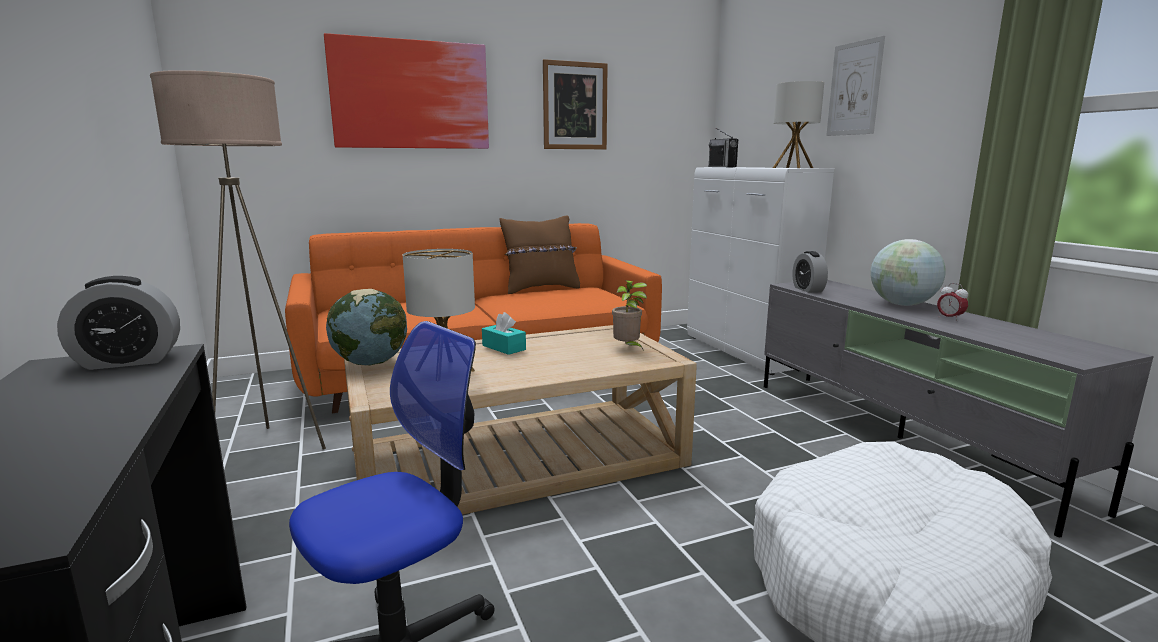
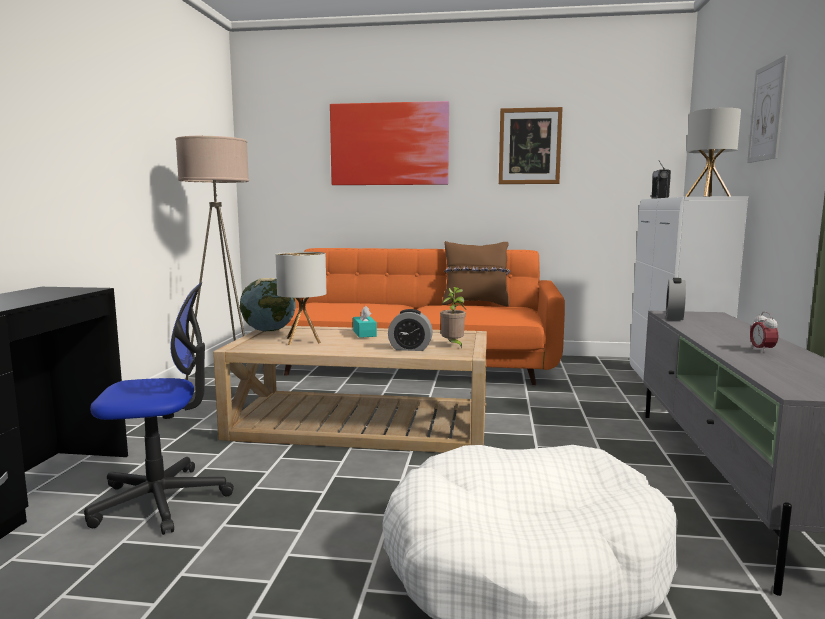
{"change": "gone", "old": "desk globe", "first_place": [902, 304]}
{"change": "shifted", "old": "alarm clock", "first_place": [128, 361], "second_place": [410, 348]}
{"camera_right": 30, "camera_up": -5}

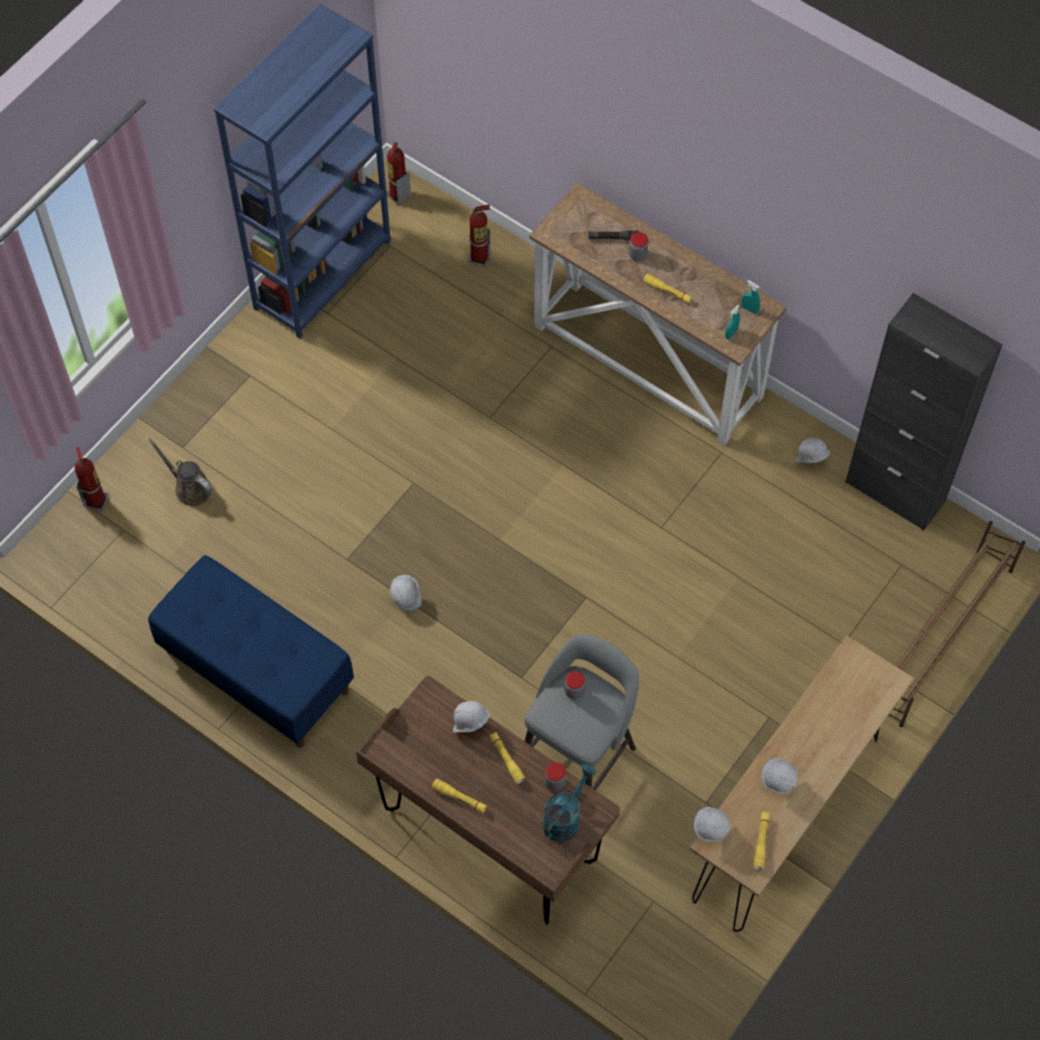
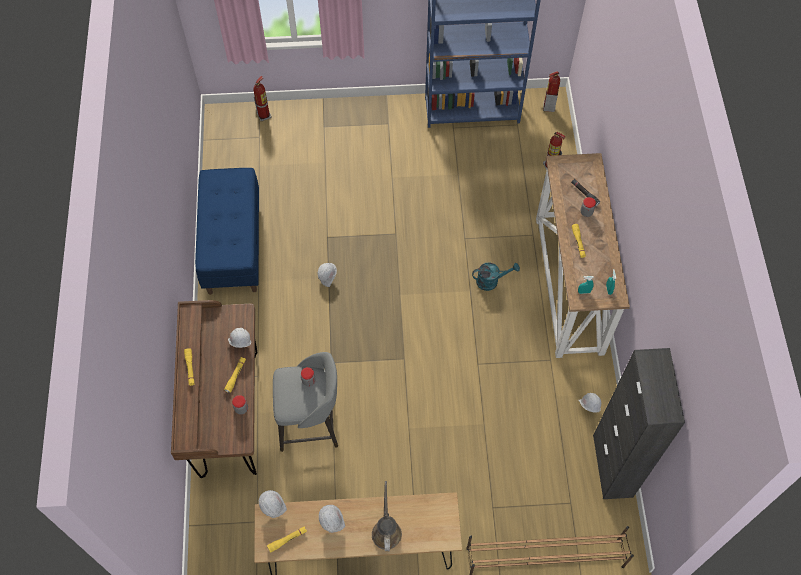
{"change": "shifted", "old": "brown watering pot", "first_place": [190, 488], "second_place": [386, 530]}
{"change": "shifted", "old": "turquoise watering pot", "first_place": [565, 817], "second_place": [491, 281]}
{"camera_right": 50, "camera_up": 0}

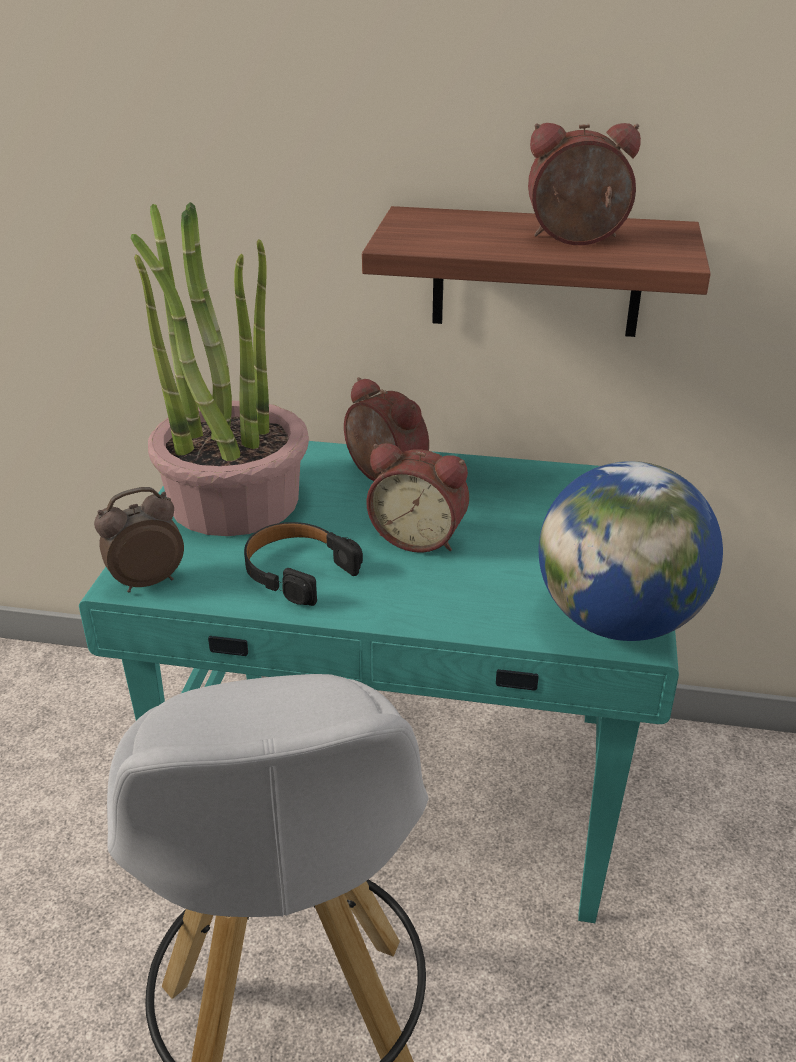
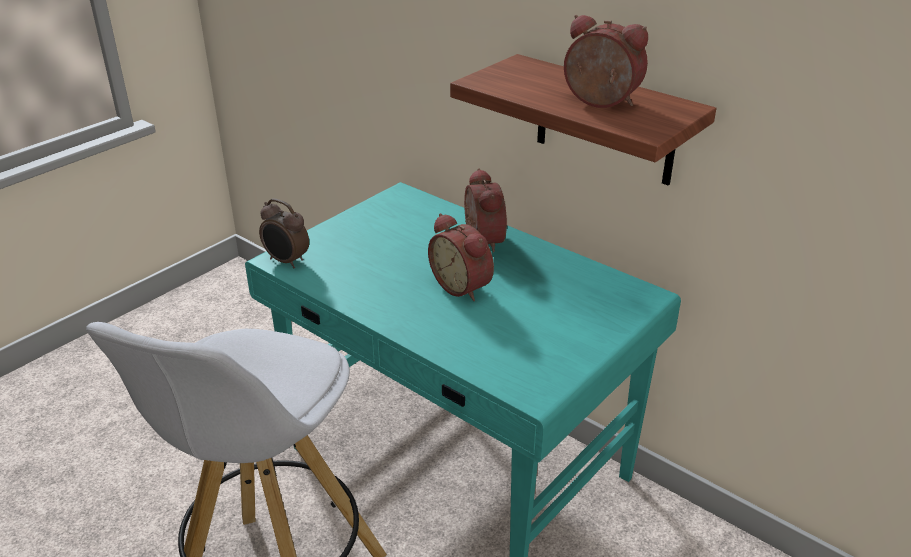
{"change": "gone", "old": "houseplant", "first_place": [233, 500]}
{"change": "gone", "old": "blackish headphones", "first_place": [298, 571]}
{"change": "gone", "old": "desk globe", "first_place": [617, 620]}
{"change": "rotated", "old": "alarm clock", "first_place": [146, 581], "second_place": [286, 261], "degrees": -150}
{"camera_right": 30, "camera_up": 0}

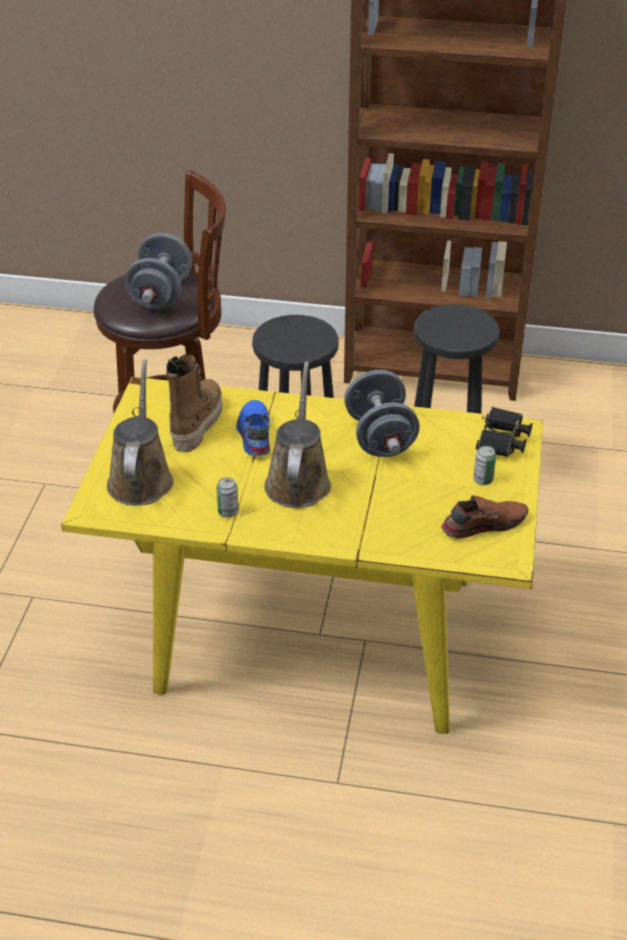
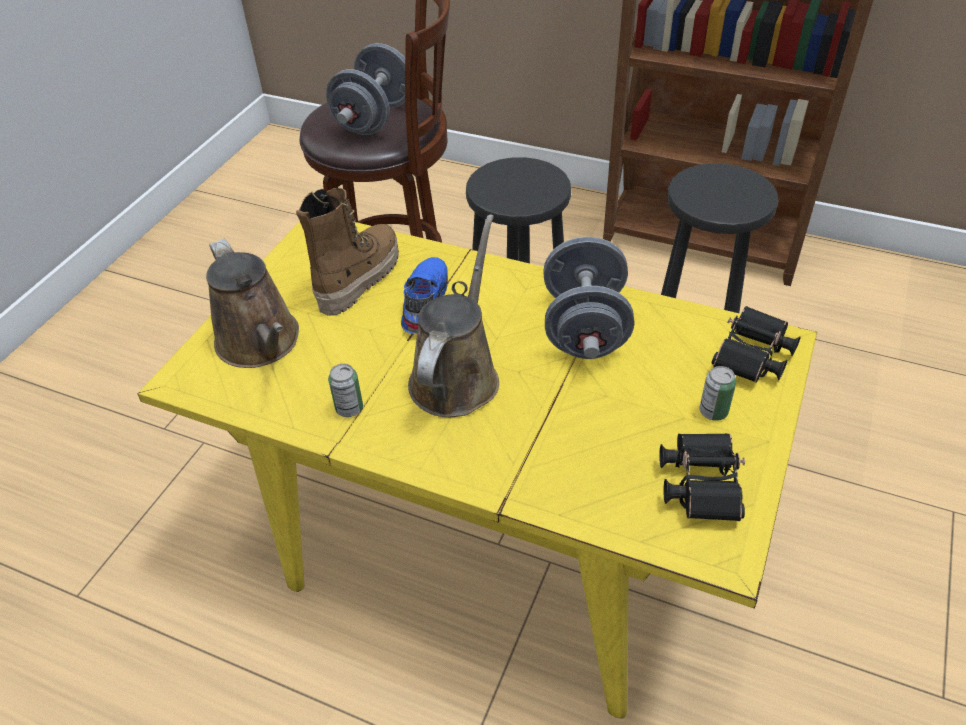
{"change": "swapped", "old": "brown item of footwear", "new": "blackish binoculars", "first_place": [483, 524], "second_place": [699, 483]}
{"change": "rotated", "old": "brown watering pot", "first_place": [141, 478], "second_place": [261, 343], "degrees": 135}
{"camera_right": 15, "camera_up": 5}

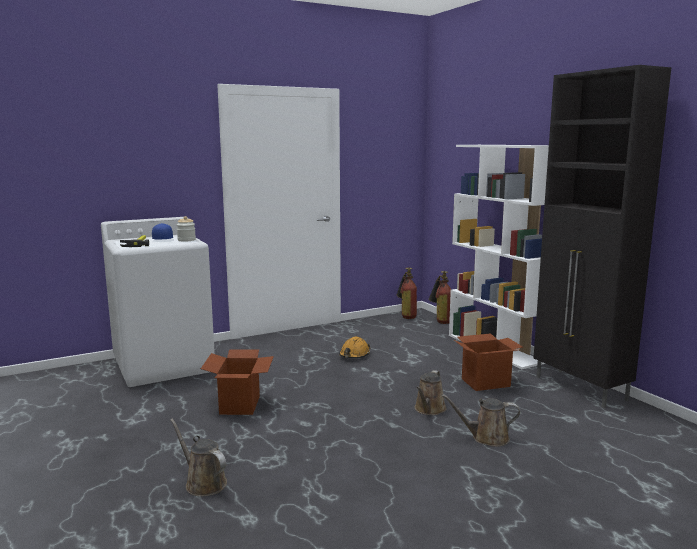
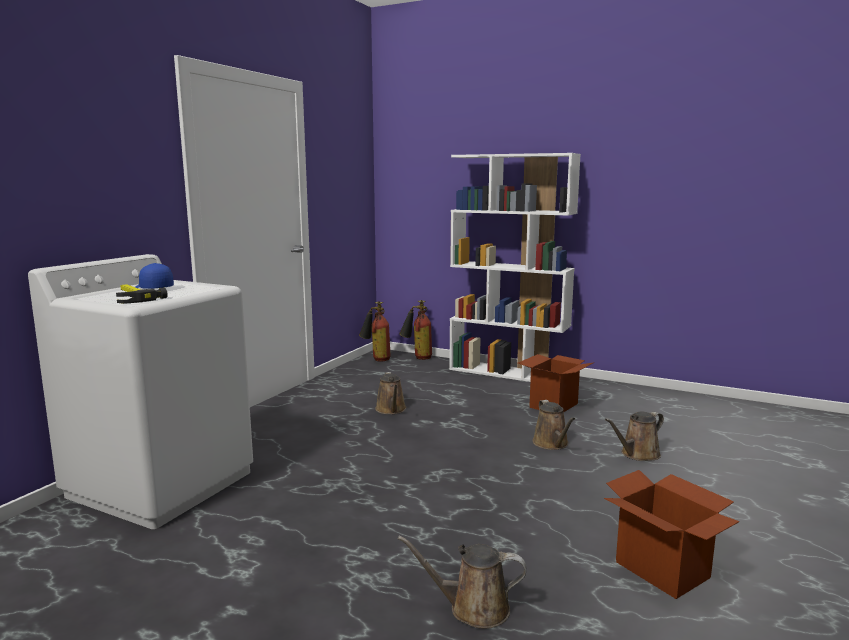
{"change": "gone", "old": "jar", "first_place": [186, 240]}
{"change": "gone", "old": "blackish storage cabinet", "first_place": [581, 388]}
{"change": "shifted", "old": "packing box", "first_place": [240, 405], "second_place": [662, 570]}
{"change": "swapped", "old": "orange-coloured hard hat", "new": "brown watering pot", "first_place": [354, 355], "second_place": [391, 410]}
{"camera_right": -35, "camera_up": 0}

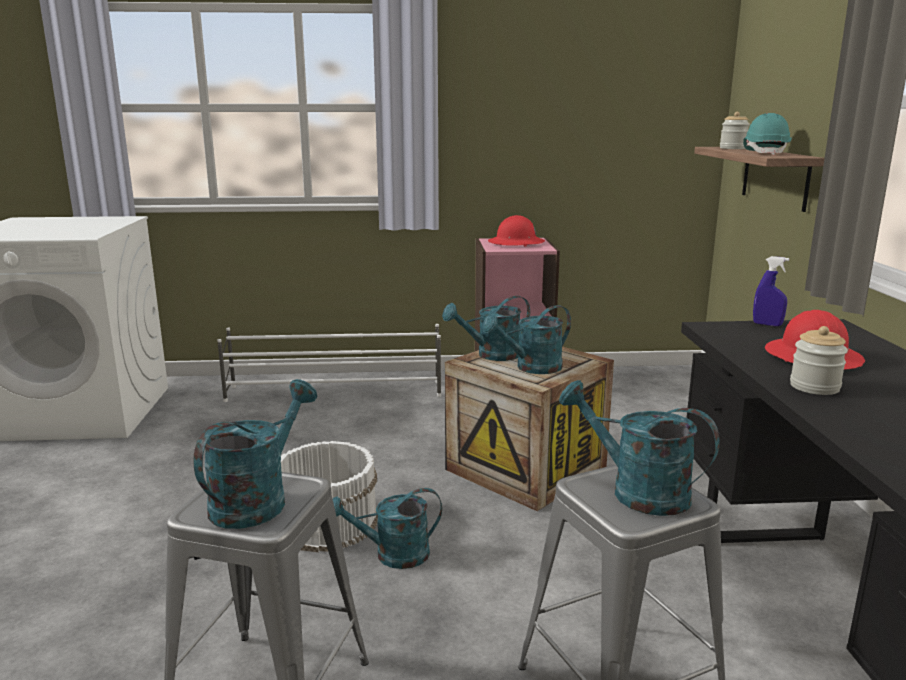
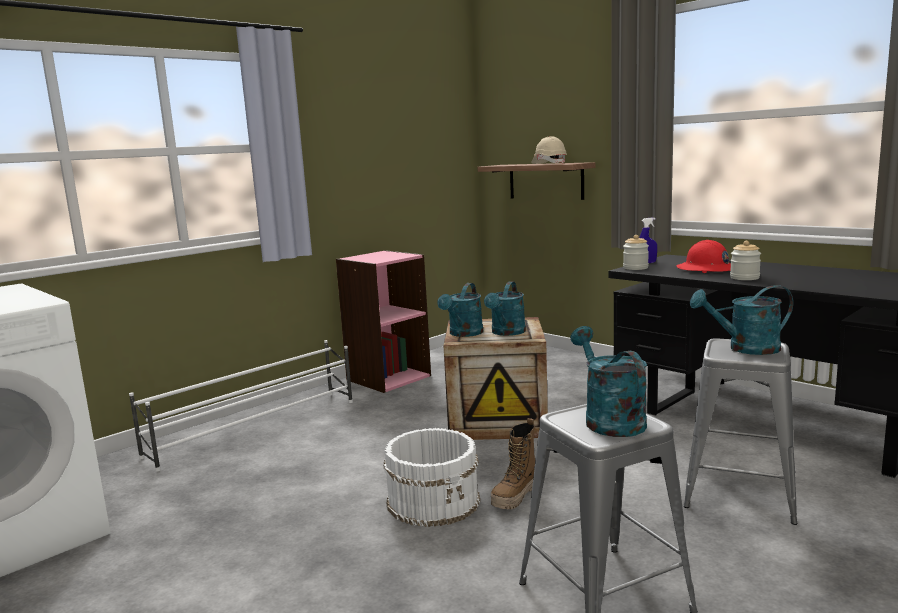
{"change": "gone", "old": "red-coloured hard hat", "first_place": [516, 243]}
{"change": "shifted", "old": "jar", "first_place": [733, 148], "second_place": [635, 268]}
{"change": "swapped", "old": "turquoise watering pot", "new": "high-top boot", "first_place": [392, 555], "second_place": [515, 496]}
{"change": "repainted", "old": "turquoise hard hat", "new": "beige-coloured hard hat", "first_place": [765, 153], "second_place": [549, 163]}
{"camera_right": -40, "camera_up": -5}

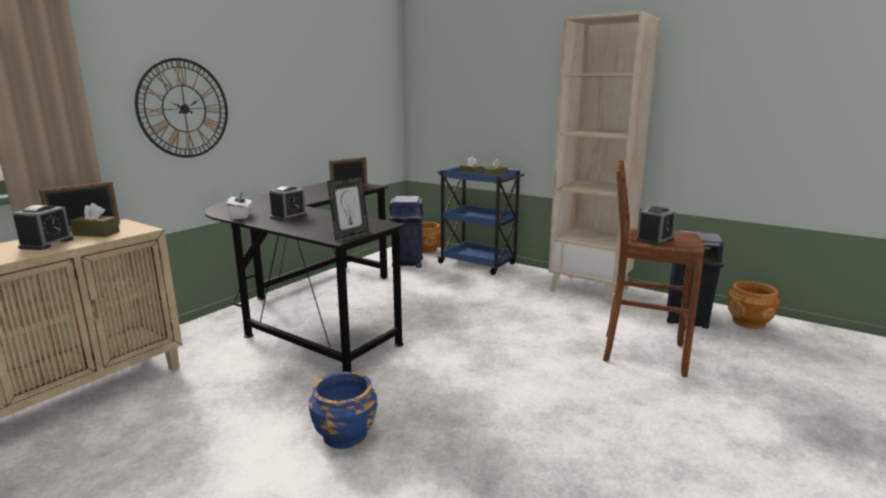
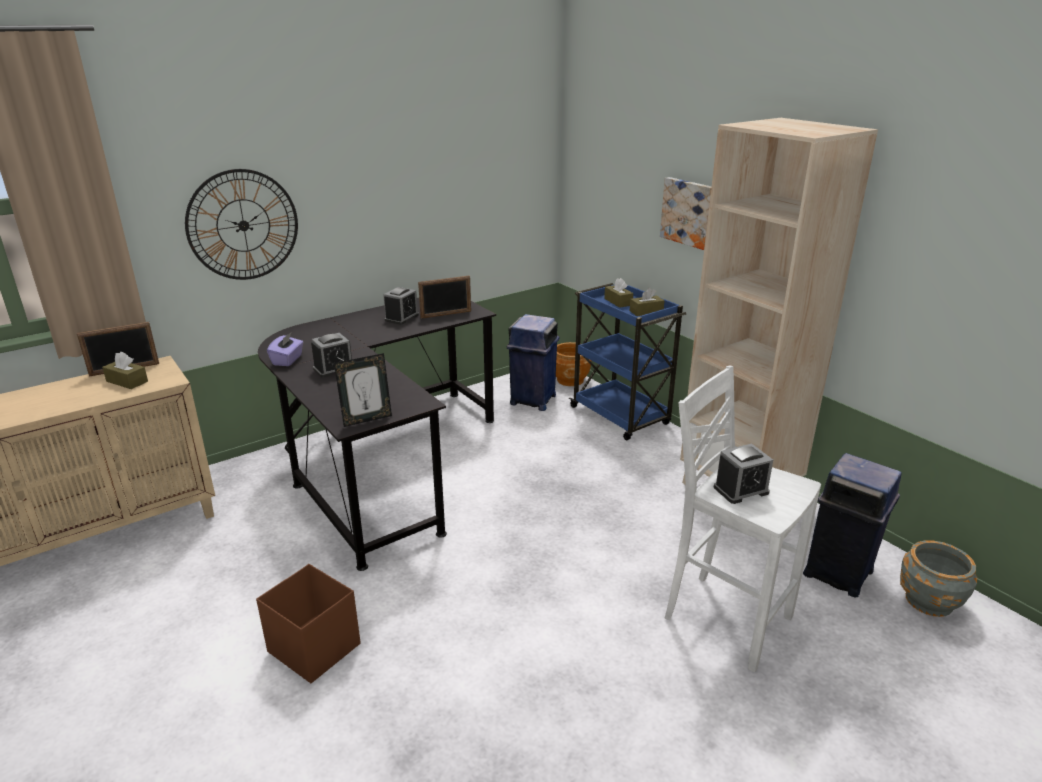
{"change": "new", "new": "wall art", "second_place": [688, 212]}
{"change": "shifted", "old": "alarm clock", "first_place": [46, 243], "second_place": [401, 318]}
{"change": "swapped", "old": "bluish plant pot", "new": "brown storage box", "first_place": [344, 434], "second_place": [314, 647]}
{"change": "repainted", "old": "white-coloured tissue holder", "new": "purplish tissue holder", "first_place": [241, 216], "second_place": [287, 360]}
{"change": "repainted", "old": "brown stool seat", "new": "white-coloured stool seat", "first_place": [641, 353], "second_place": [724, 617]}
{"change": "repainted", "old": "brown plant pot", "new": "greyish plant pot", "first_place": [748, 322], "second_place": [929, 601]}
{"camera_right": 20, "camera_up": 10}

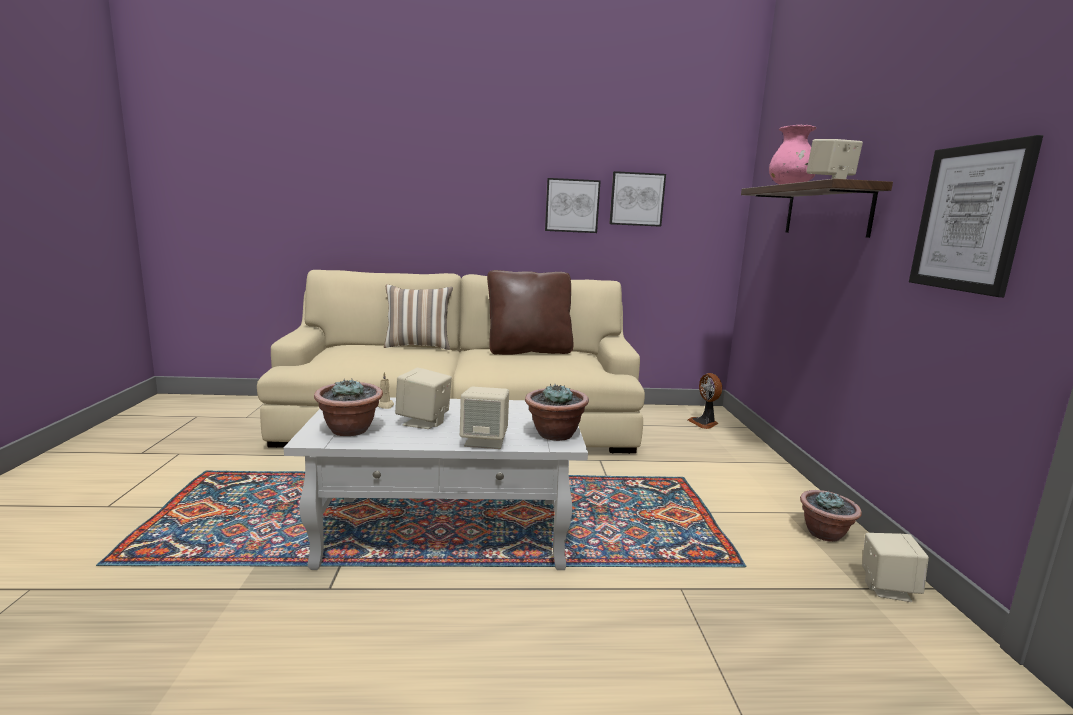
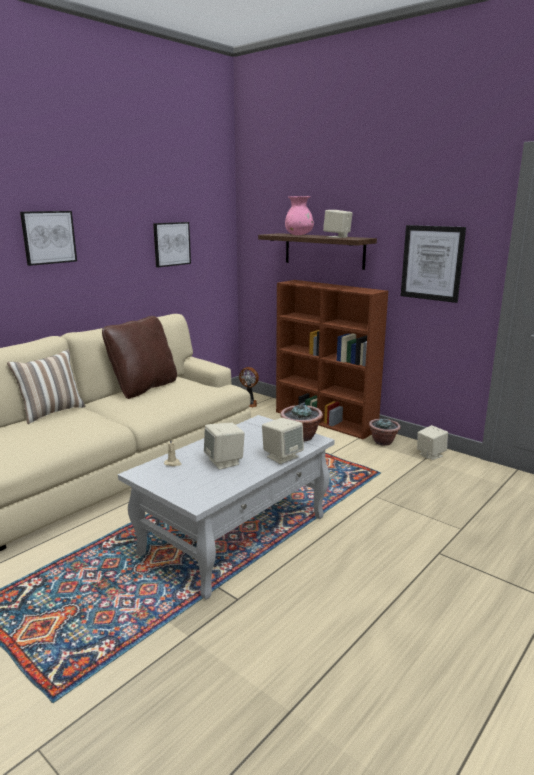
{"change": "gone", "old": "houseplant", "first_place": [350, 430]}
{"change": "new", "new": "brown bookshelf", "second_place": [326, 421]}
{"change": "shifted", "old": "wall art", "first_place": [572, 205], "second_place": [48, 237]}
{"camera_right": -45, "camera_up": 5}

